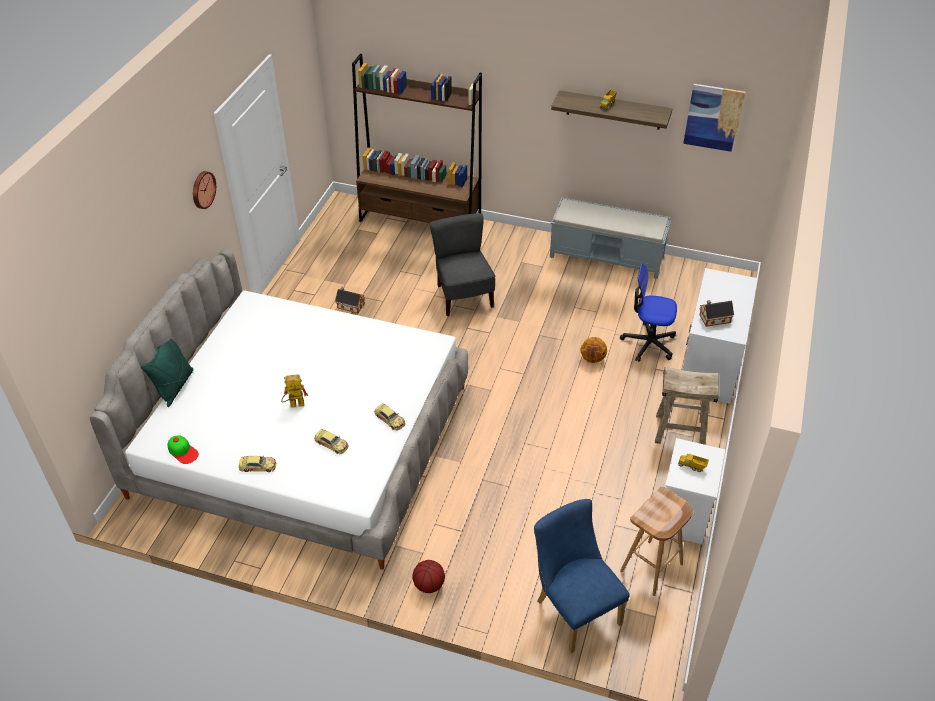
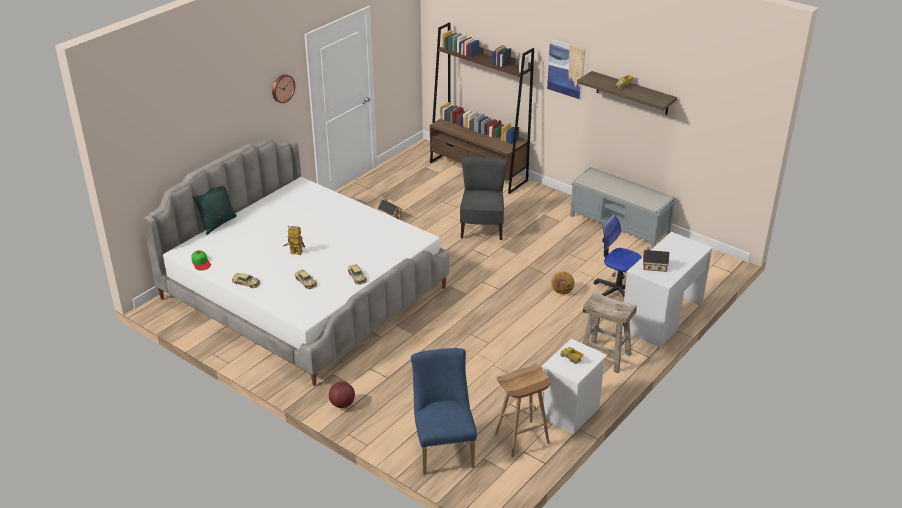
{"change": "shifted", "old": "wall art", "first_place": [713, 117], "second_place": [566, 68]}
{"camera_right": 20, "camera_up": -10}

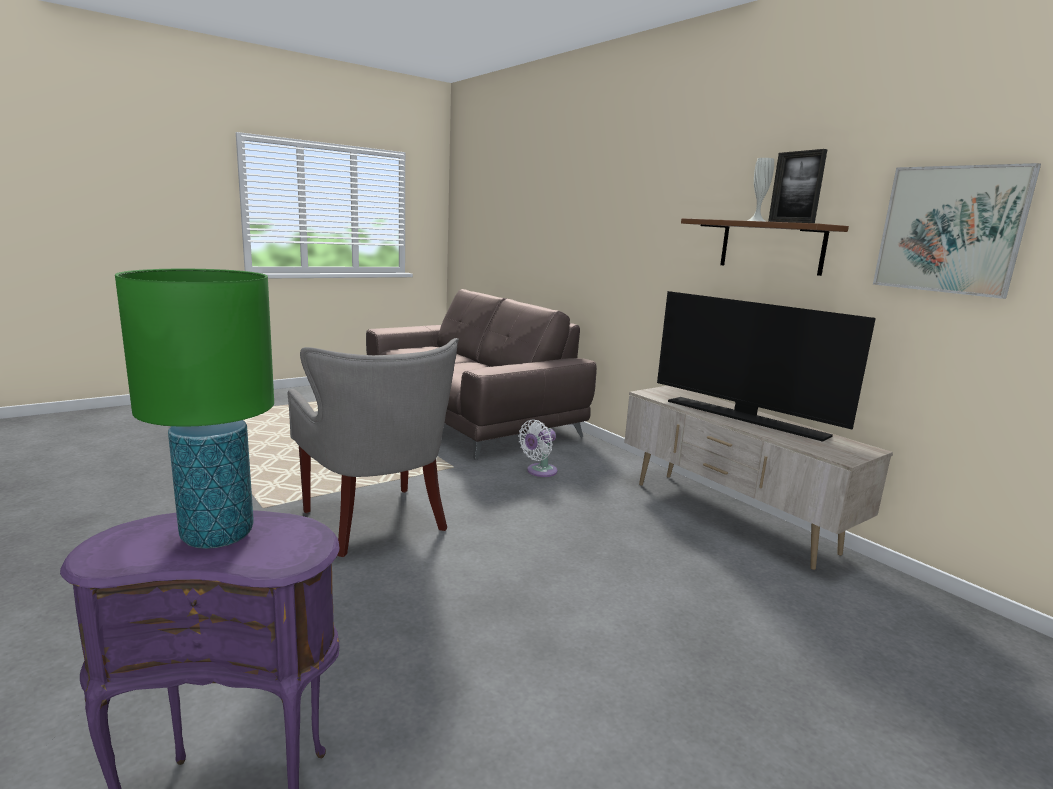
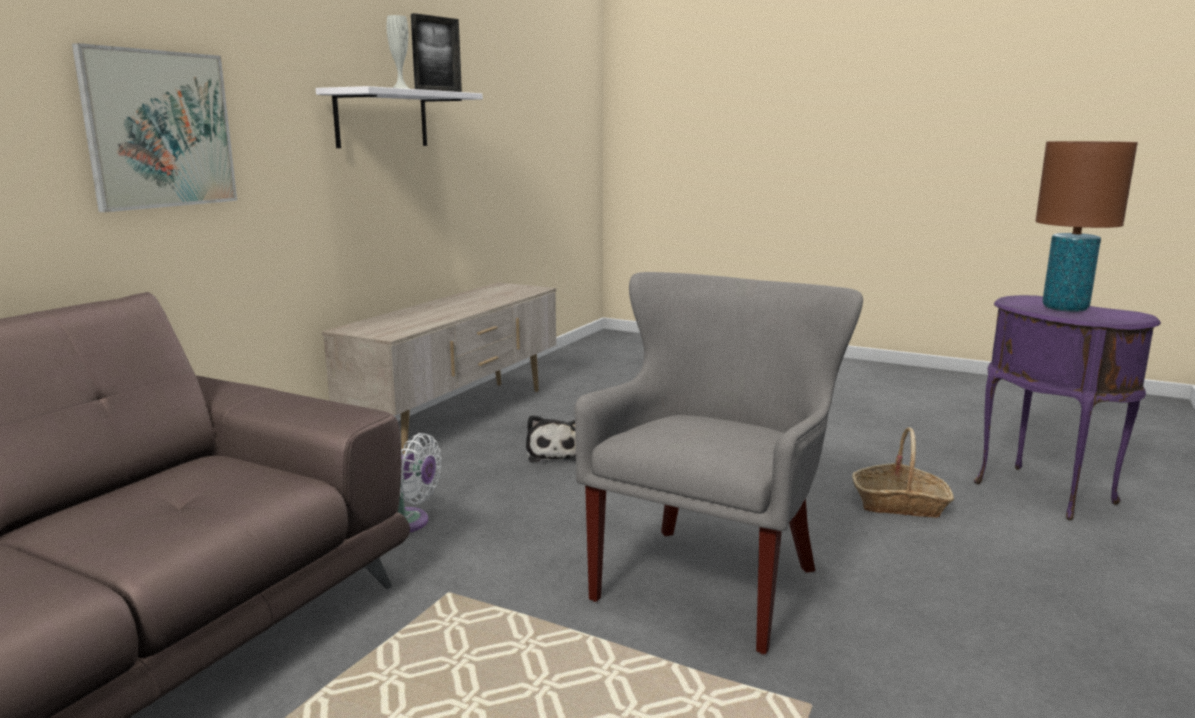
{"change": "gone", "old": "TV set", "first_place": [745, 418]}
{"change": "new", "new": "soft toy", "second_place": [554, 453]}
{"change": "new", "new": "household basket", "second_place": [900, 504]}
{"change": "shifted", "old": "wall art", "first_place": [950, 230], "second_place": [160, 129]}
{"change": "repainted", "old": "greenish lamp for a table", "new": "brown lamp for a table", "first_place": [216, 535], "second_place": [1065, 308]}
{"change": "repainted", "old": "brown bracket shelf", "new": "white-coloured bracket shelf", "first_place": [771, 246], "second_place": [382, 119]}
{"camera_right": -115, "camera_up": 0}

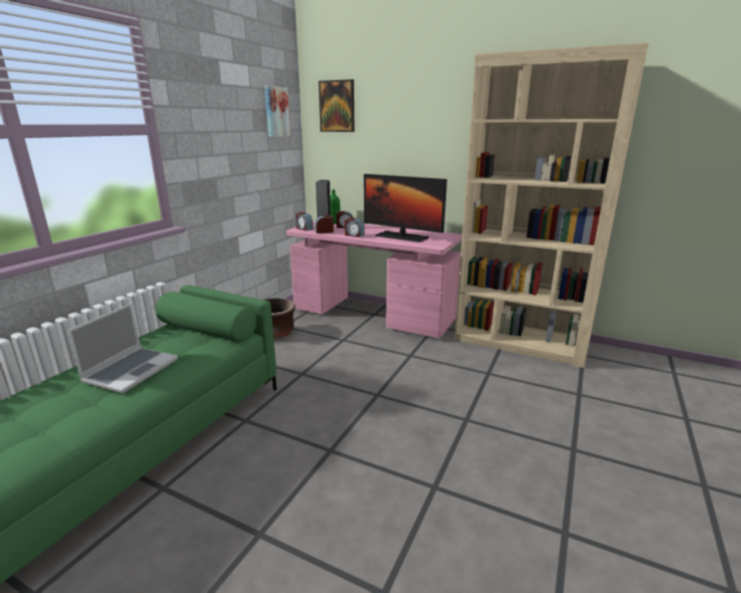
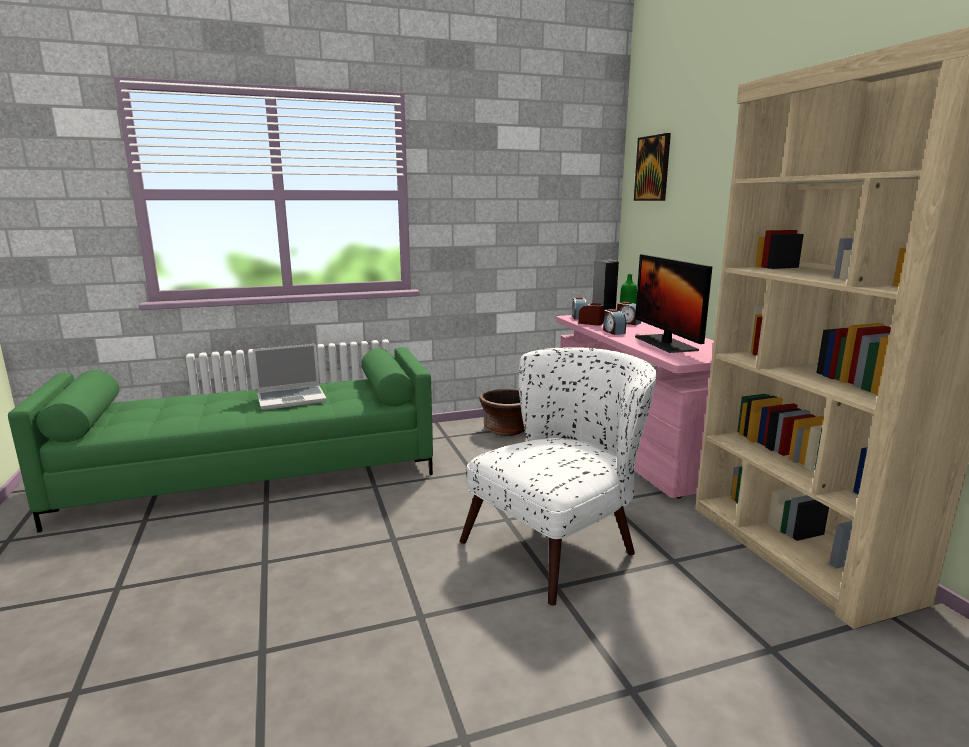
{"change": "gone", "old": "wall art", "first_place": [276, 112]}
{"change": "new", "new": "white-coloured armchair", "second_place": [560, 543]}
{"camera_right": 45, "camera_up": -5}

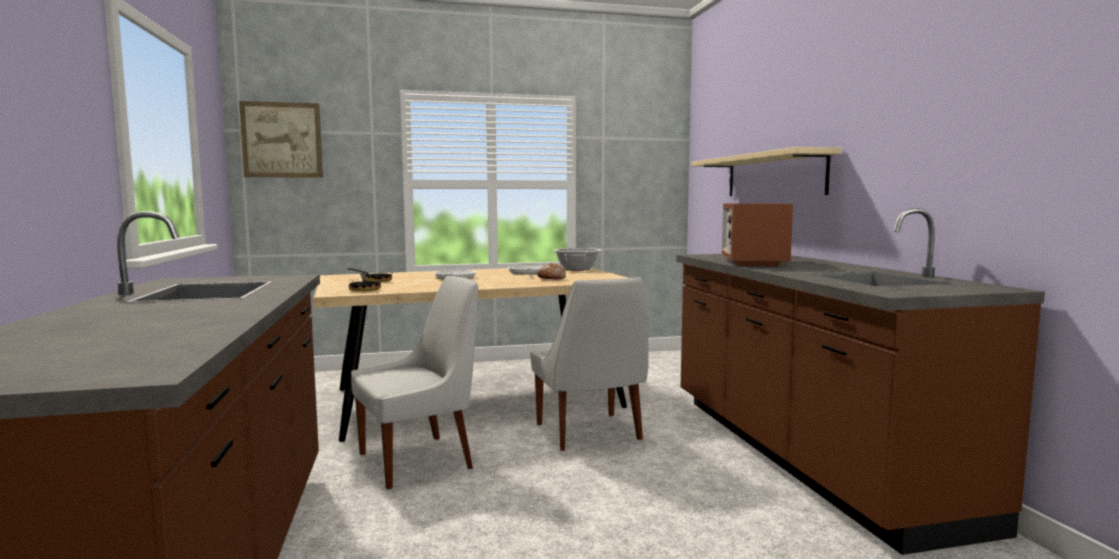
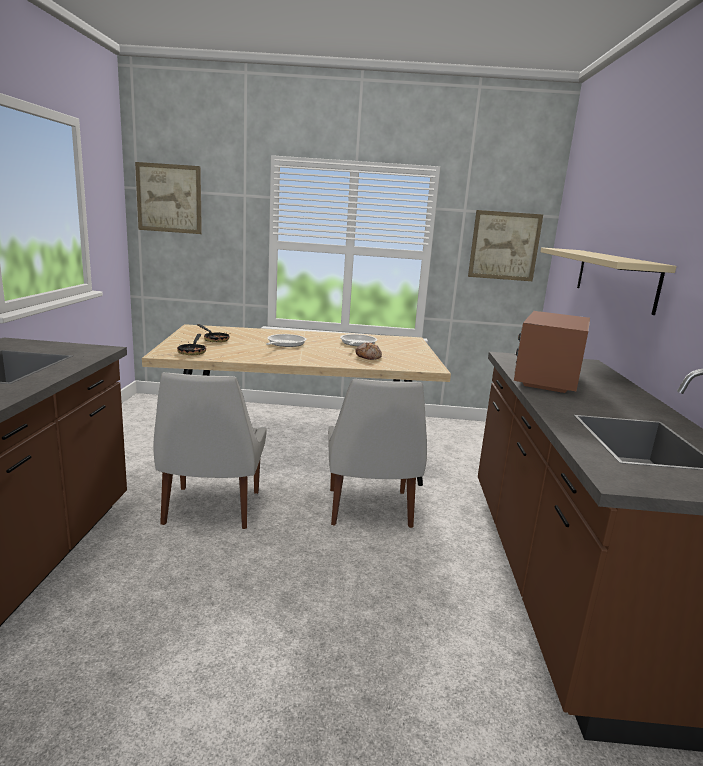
{"change": "gone", "old": "cooking pot", "first_place": [577, 269]}
{"change": "new", "new": "wall art", "second_place": [504, 246]}
{"change": "rotated", "old": "white-coloured upright chair", "first_place": [420, 460], "second_place": [211, 510], "degrees": 105}
{"camera_right": 15, "camera_up": 10}

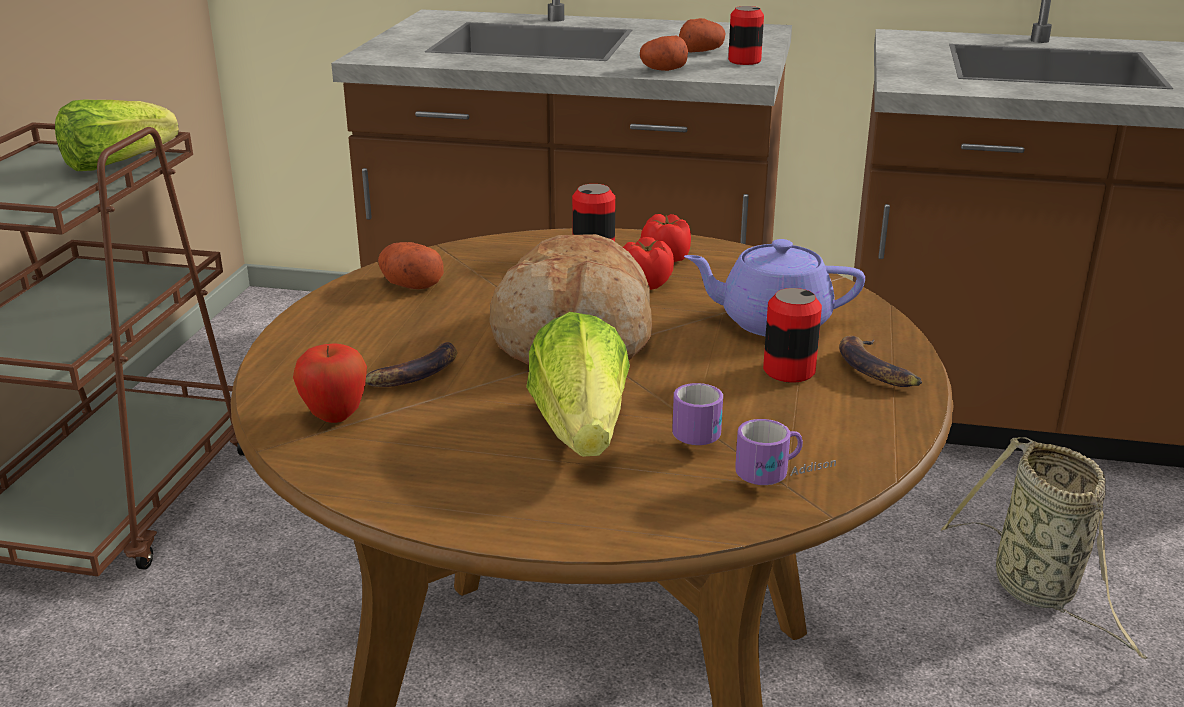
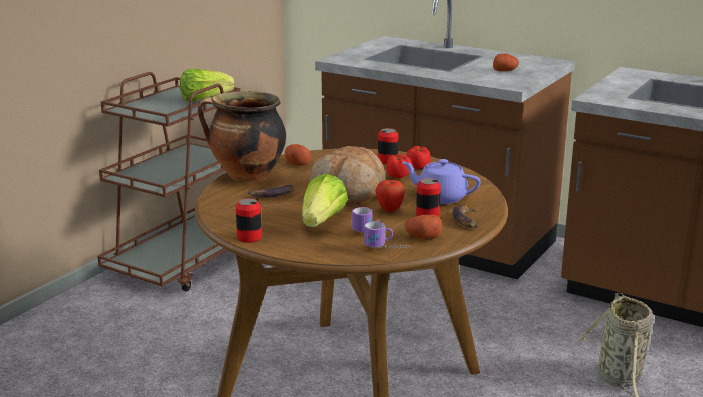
{"change": "new", "new": "cooking pot", "second_place": [246, 176]}
{"change": "shifted", "old": "whole apple", "first_place": [335, 416], "second_place": [389, 210]}
{"change": "shifted", "old": "potato", "first_place": [663, 69], "second_place": [423, 237]}
{"change": "shifted", "old": "sealed can", "first_place": [744, 61], "second_place": [249, 237]}
{"camera_right": 20, "camera_up": -5}

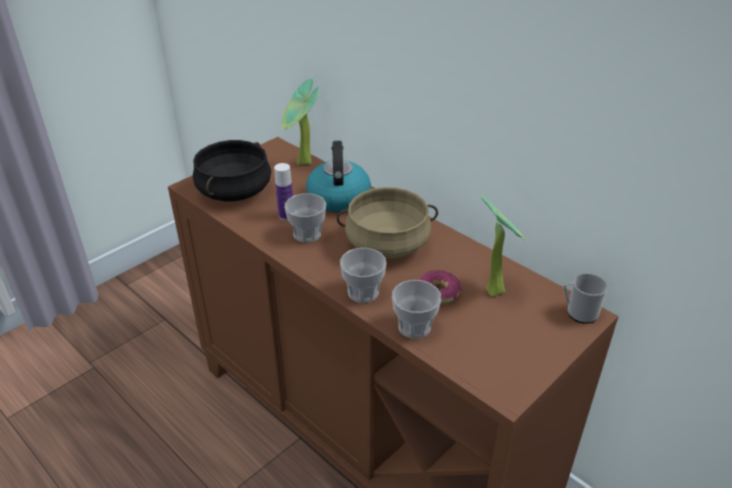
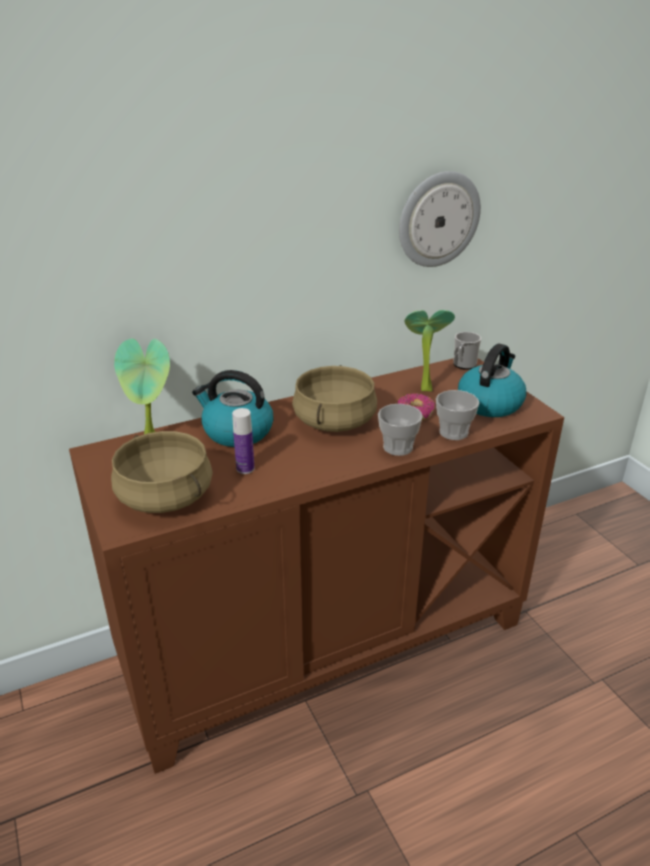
{"change": "gone", "old": "cup", "first_place": [307, 234]}
{"change": "new", "new": "wall clock", "second_place": [438, 219]}
{"change": "new", "new": "kettle", "second_place": [490, 403]}
{"change": "repainted", "old": "blackish cooking pot", "new": "beige-coloured cooking pot", "first_place": [235, 191], "second_place": [166, 496]}
{"camera_right": -70, "camera_up": -5}

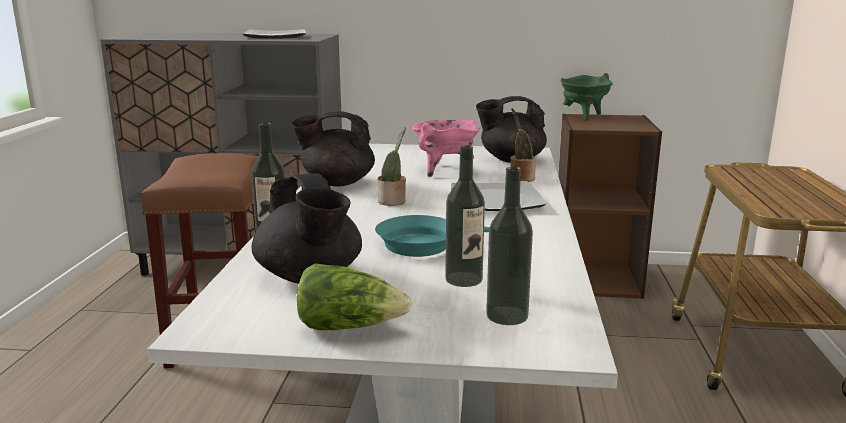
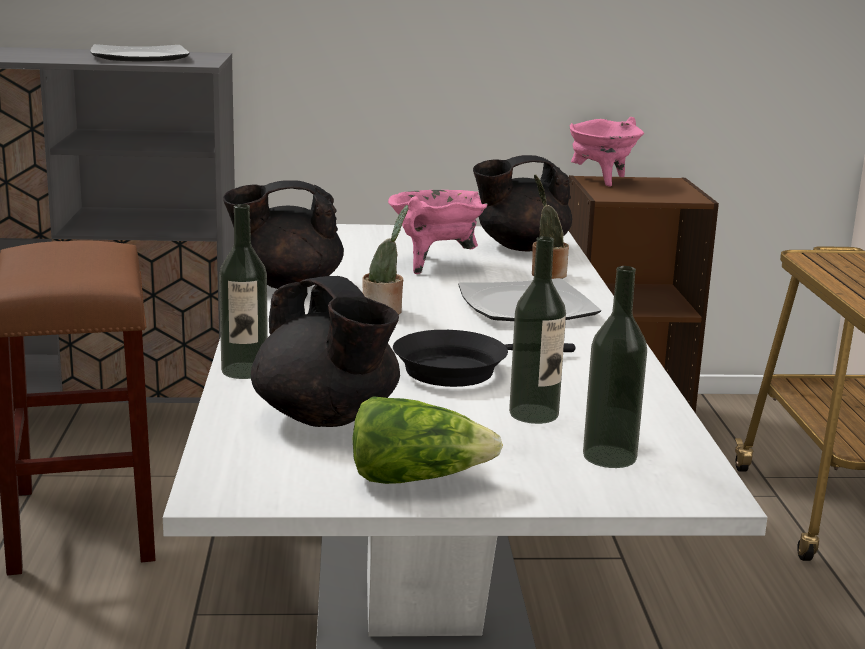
{"change": "repainted", "old": "turquoise pan", "new": "blackish pan", "first_place": [425, 244], "second_place": [459, 369]}
{"change": "repainted", "old": "greenish cooking pot", "new": "pinkish cooking pot", "first_place": [583, 116], "second_place": [601, 180]}
{"camera_right": -10, "camera_up": 0}

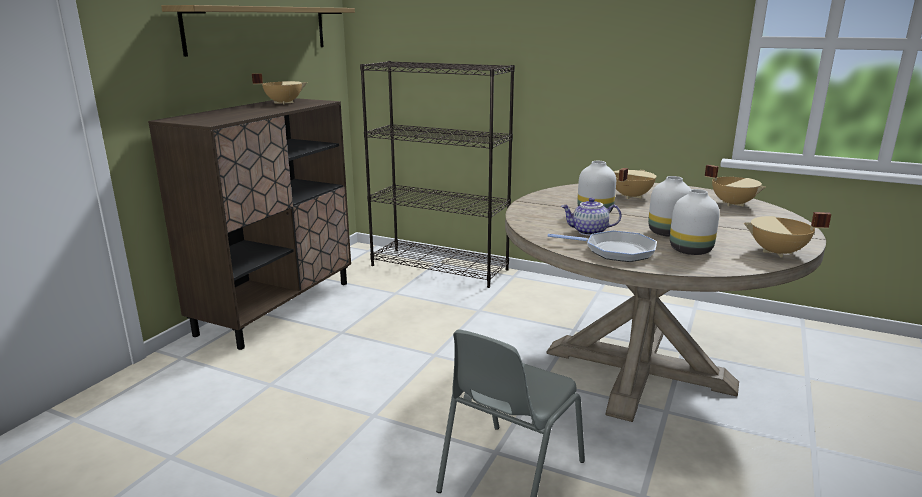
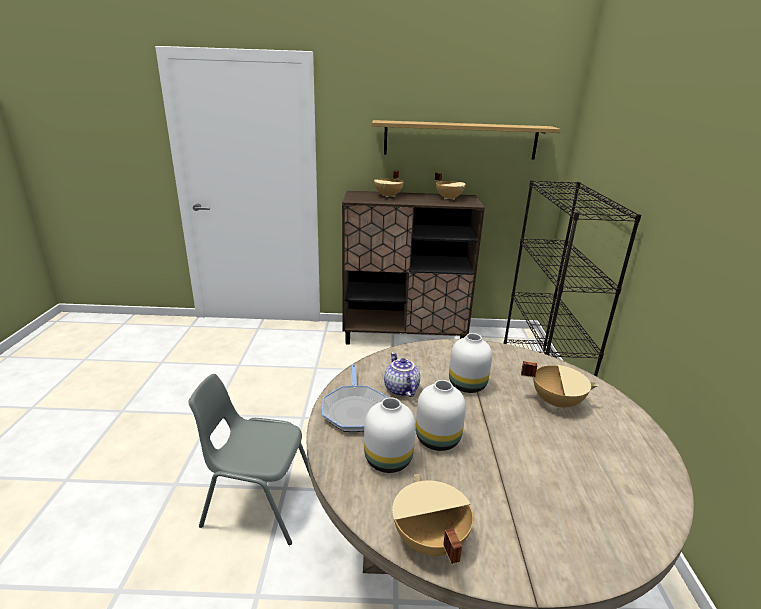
{"change": "shifted", "old": "beige-coloured cooking pot", "first_place": [733, 203], "second_place": [389, 196]}
{"camera_right": 65, "camera_up": 5}

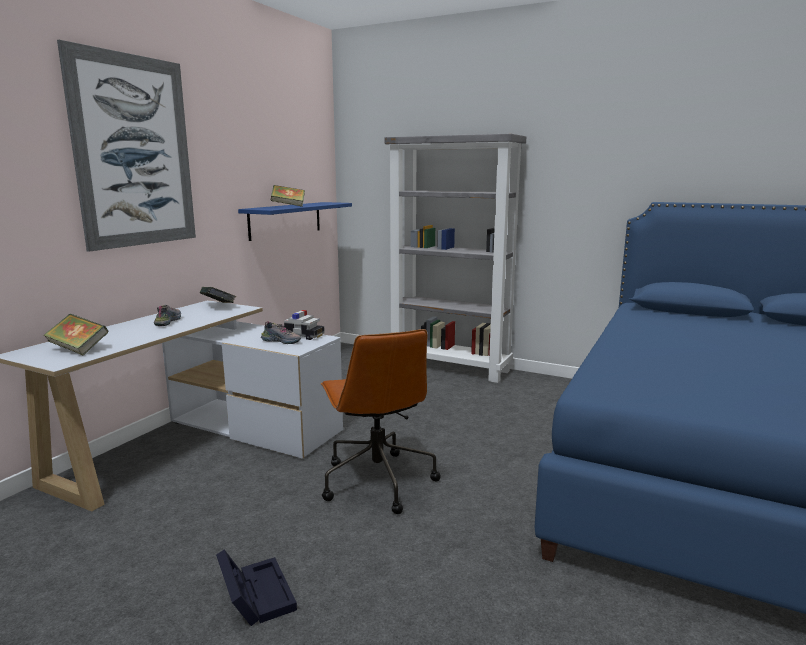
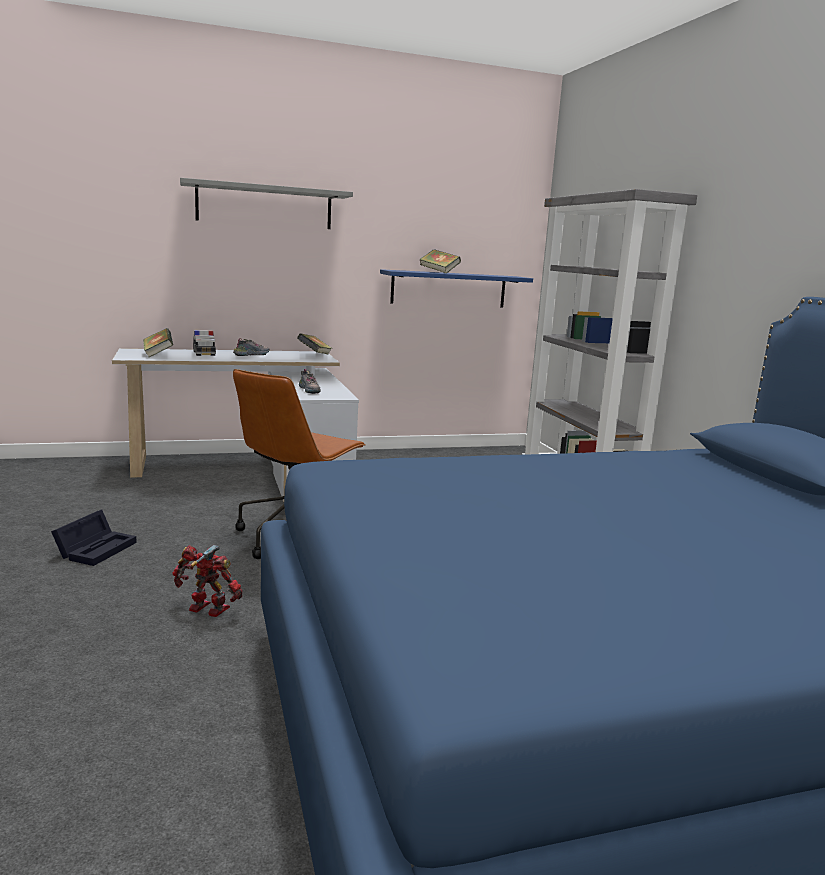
{"change": "new", "new": "robot figure", "second_place": [207, 610]}
{"change": "shifted", "old": "miniature car", "first_place": [303, 335], "second_place": [204, 353]}
{"change": "swapped", "old": "wall art", "new": "greyish bracket shelf", "first_place": [134, 152], "second_place": [264, 206]}
{"camera_right": 45, "camera_up": 0}

